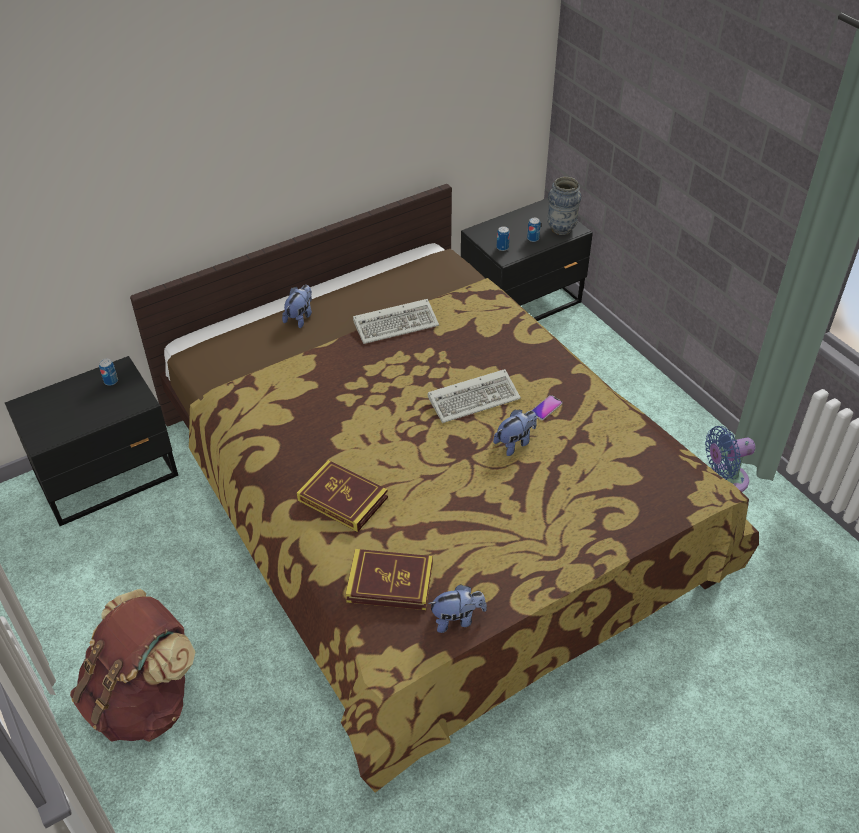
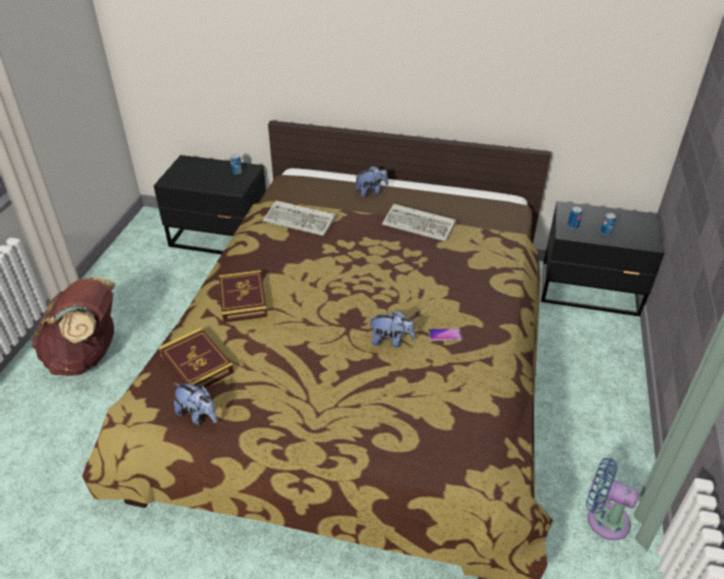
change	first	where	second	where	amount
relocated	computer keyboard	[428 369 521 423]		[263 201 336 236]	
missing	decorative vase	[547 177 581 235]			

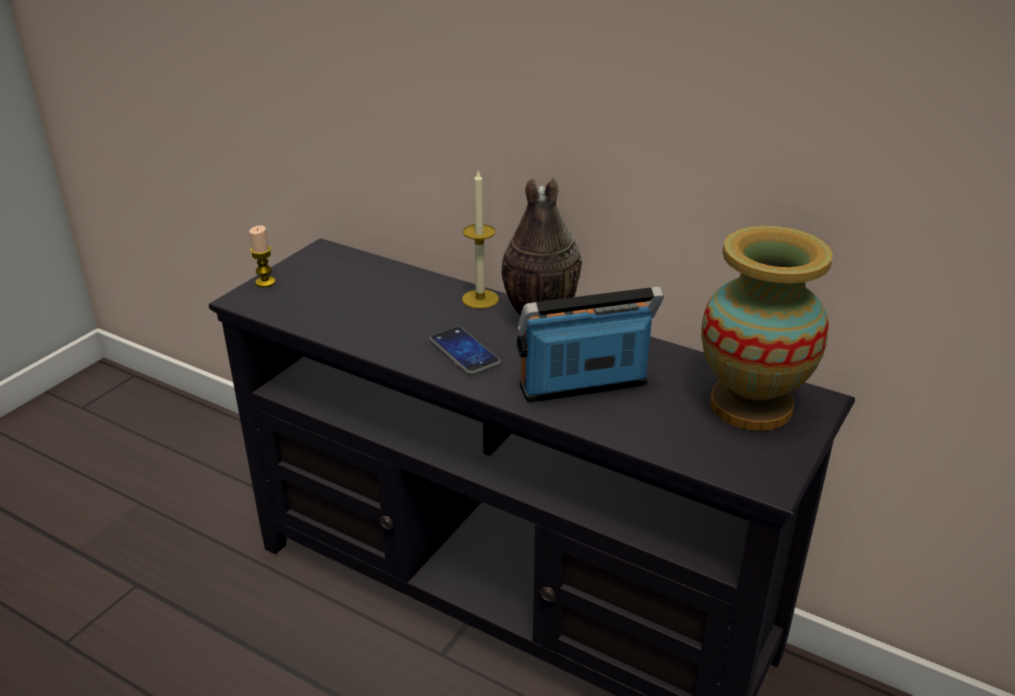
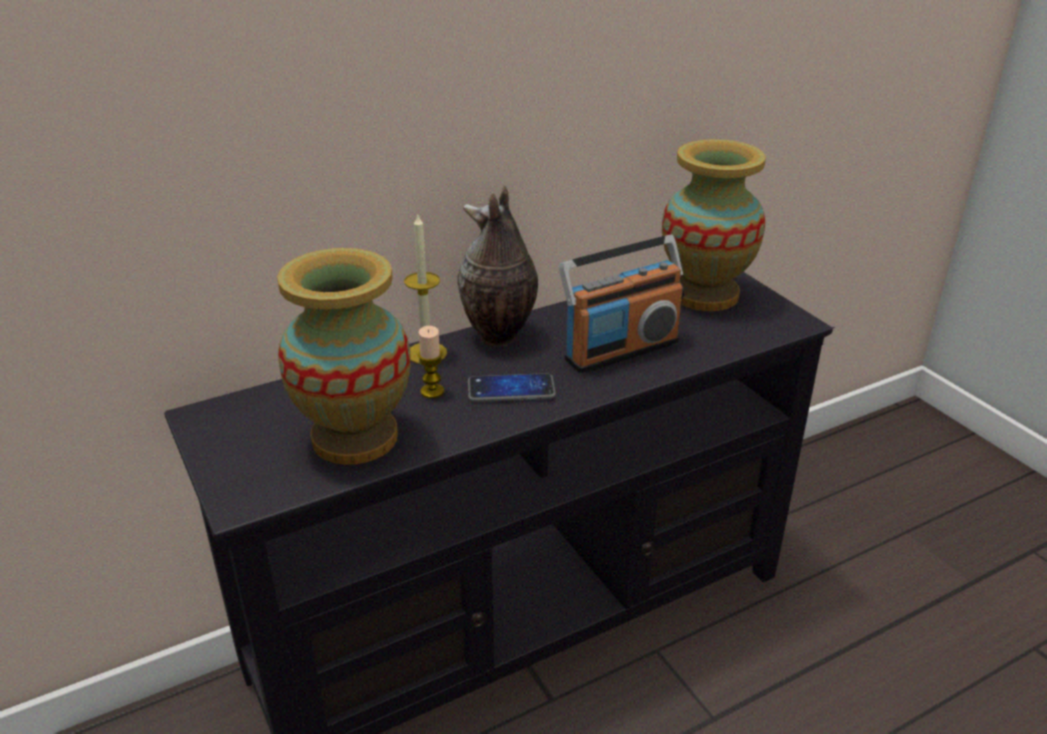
change	first	where	second	where	amount
appeared			decorative vase	[277 248 411 464]	
relocated	wax light	[249 225 276 287]		[418 326 444 398]	
spun	radio set	[517 287 664 403]		[559 234 684 373]	135 degrees counterclockwise

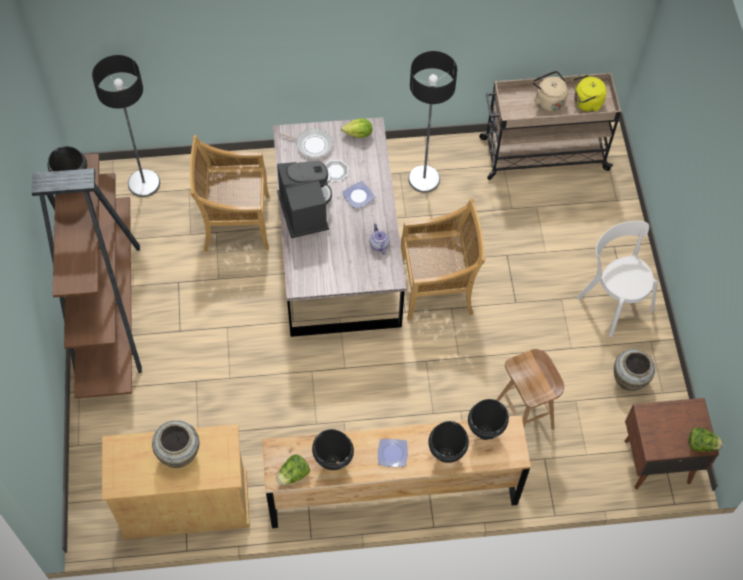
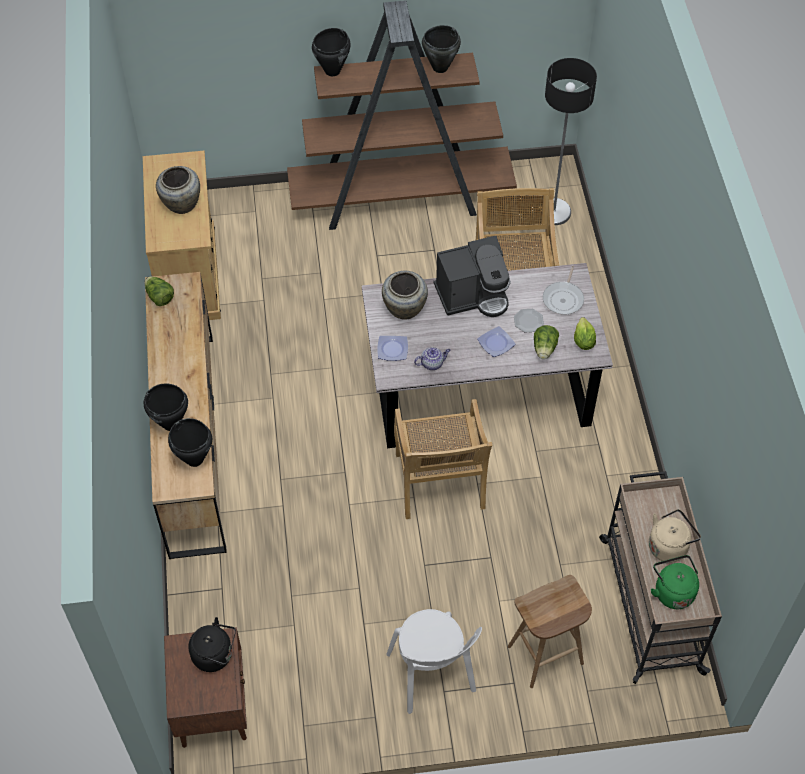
change	first	where	second	where	amount
appeared			blackish water kettle	[188 617 236 672]	
relocated	blackish cooking pot	[312 429 354 470]		[312 28 350 76]	
relocated	plate	[378 439 408 467]		[377 336 408 361]	
relocated	beige-coloured decorative vase	[614 349 655 391]		[382 271 428 320]	
spun	white plain chair	[577 221 658 337]		[387 609 482 714]	105 degrees clockwise
relocated	brown-coloured sitting stool	[496 349 564 430]		[508 575 592 688]	
relocated	lettuce head	[689 427 723 452]		[534 325 559 360]	
colour	yellowish water kettle	[572 75 607 112]	green water kettle	[651 555 699 609]	
missing	standard lamp	[408 51 457 193]			

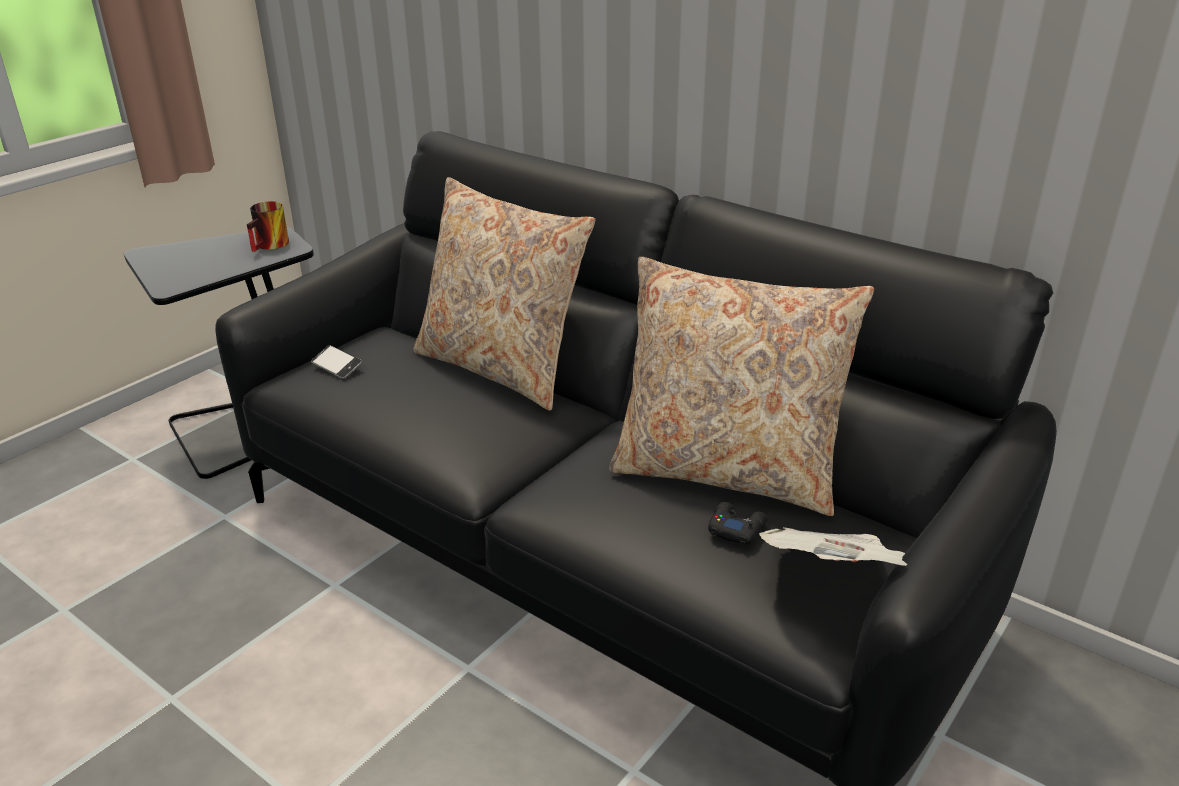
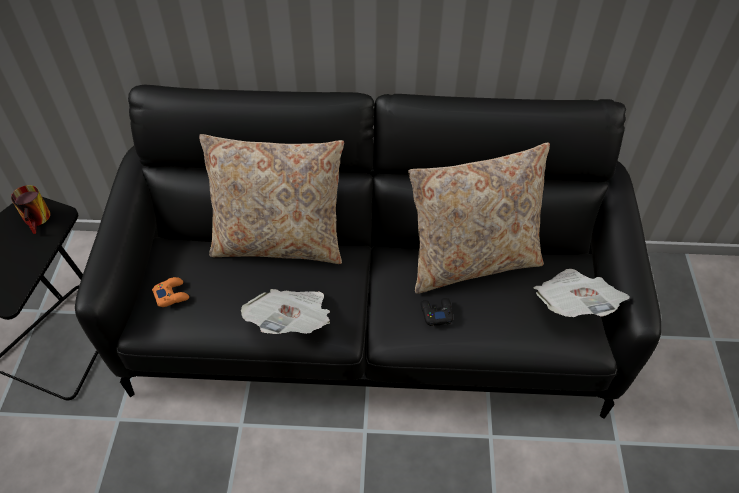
change	first	where	second	where	amount
exchanged	phone	[311 345 362 379]	orangey gamepad	[152 277 189 307]	
appeared			daily paper	[241 289 330 334]	
relocated	blackish gamepad	[708 502 768 545]		[421 298 453 326]	

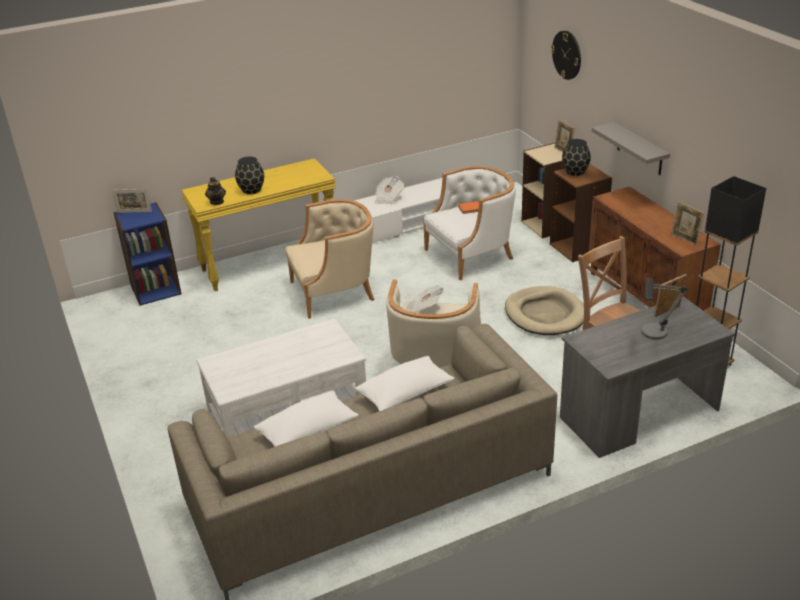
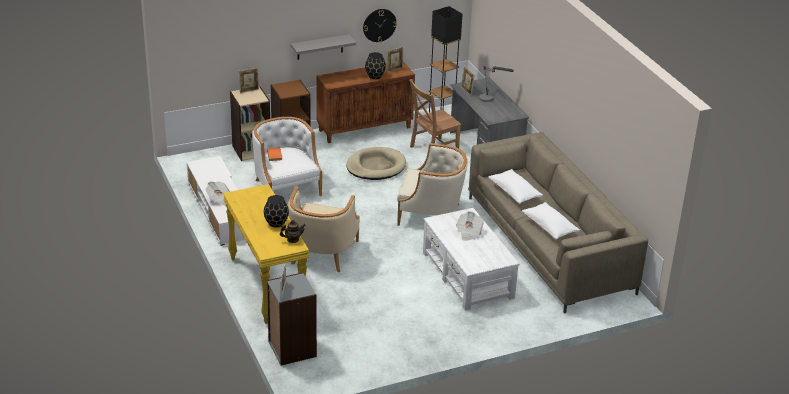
change	first	where	second	where	amount
colour	blue-coloured shelving unit	[113 202 181 306]	greyish shelving unit	[267 272 317 366]	
spun	beige-coloured easy chair	[285 199 375 319]		[288 186 359 272]	150 degrees counterclockwise
relocated	hanging clock	[551 31 581 80]		[363 9 397 42]	
relocated	blackish decorative vase	[562 139 591 176]		[365 52 386 79]	
relocated	daily paper	[406 285 444 313]		[456 211 484 241]	

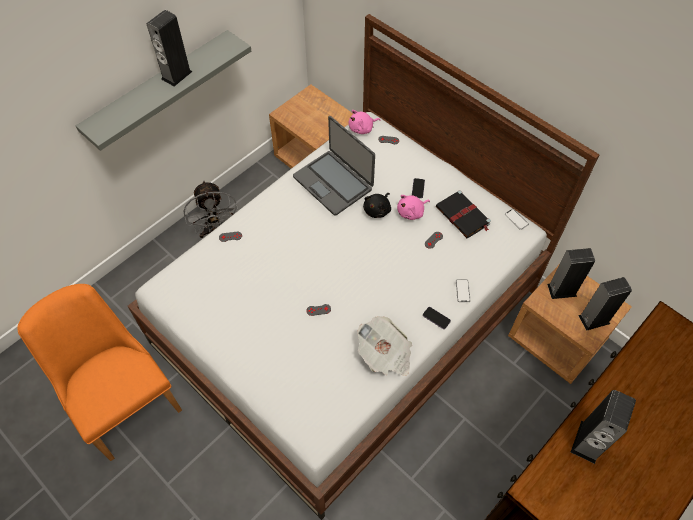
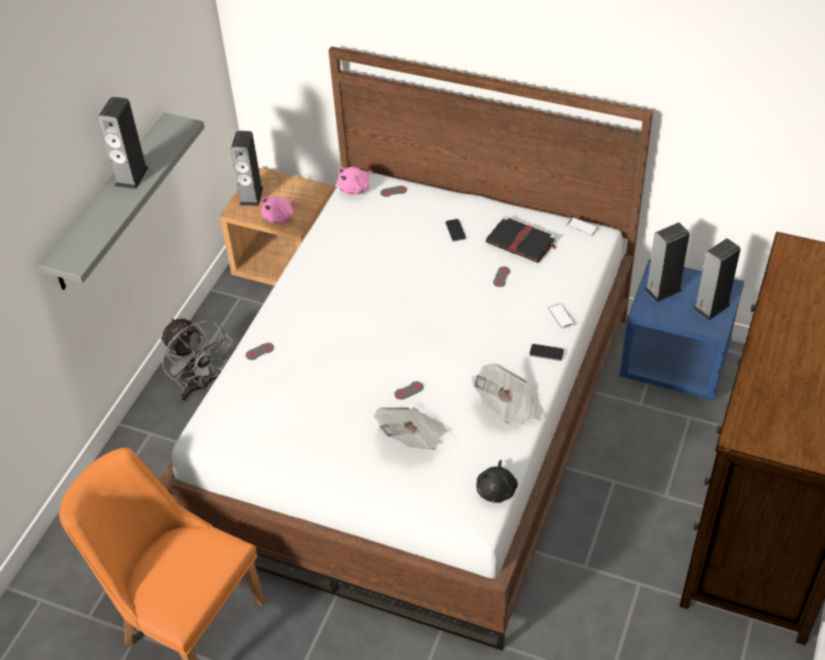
change	first	where	second	where	amount
relocated	loudspeaker	[571 390 636 464]		[231 131 263 206]	
relocated	pink-coloured plush toy	[397 195 430 220]		[262 196 296 223]	
appeared			daily paper	[374 407 450 450]	
relocated	blackish plush toy	[363 193 391 218]		[476 460 518 503]	
colour	brown-coloured bedside table	[508 265 632 384]	blue-coloured bedside table	[619 259 744 401]	
missing	notebook computer	[293 116 375 216]			

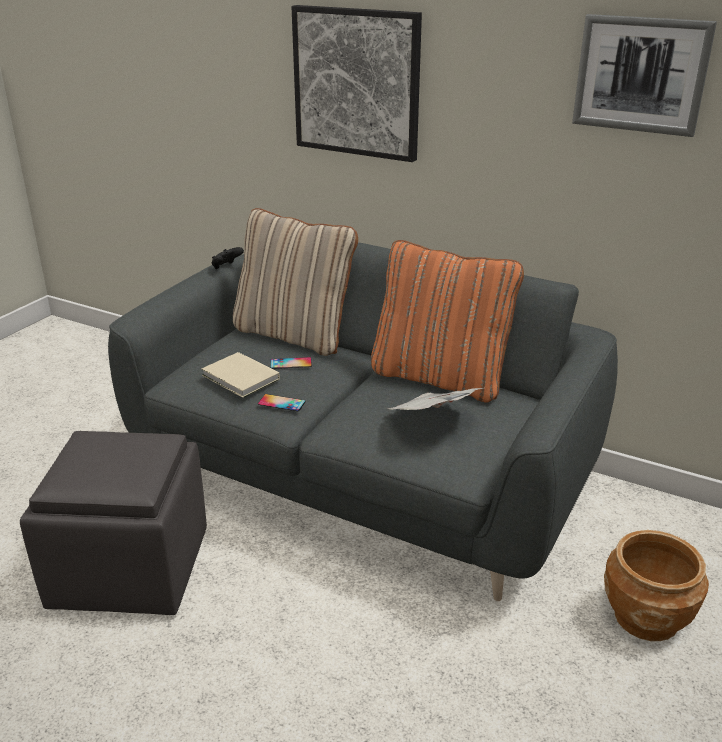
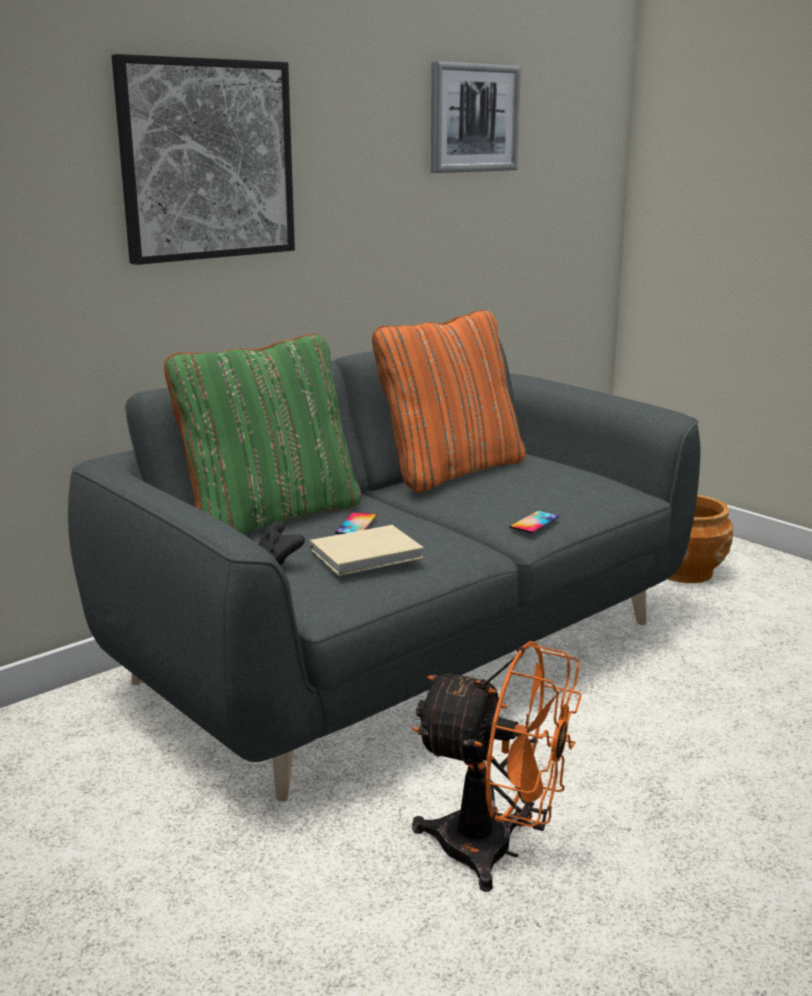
change	first	where	second	where	amount
colour	beige-coloured cushion	[233 208 358 356]	green cushion	[164 333 362 534]	
relocated	blackish gamepad	[211 247 244 269]		[258 520 305 565]	
exchanged	greyish ottoman	[20 431 207 615]	orangey cooling fan	[412 641 582 892]	
relocated	phone	[258 394 305 411]		[509 511 559 533]	
missing	daily paper	[389 388 483 410]			

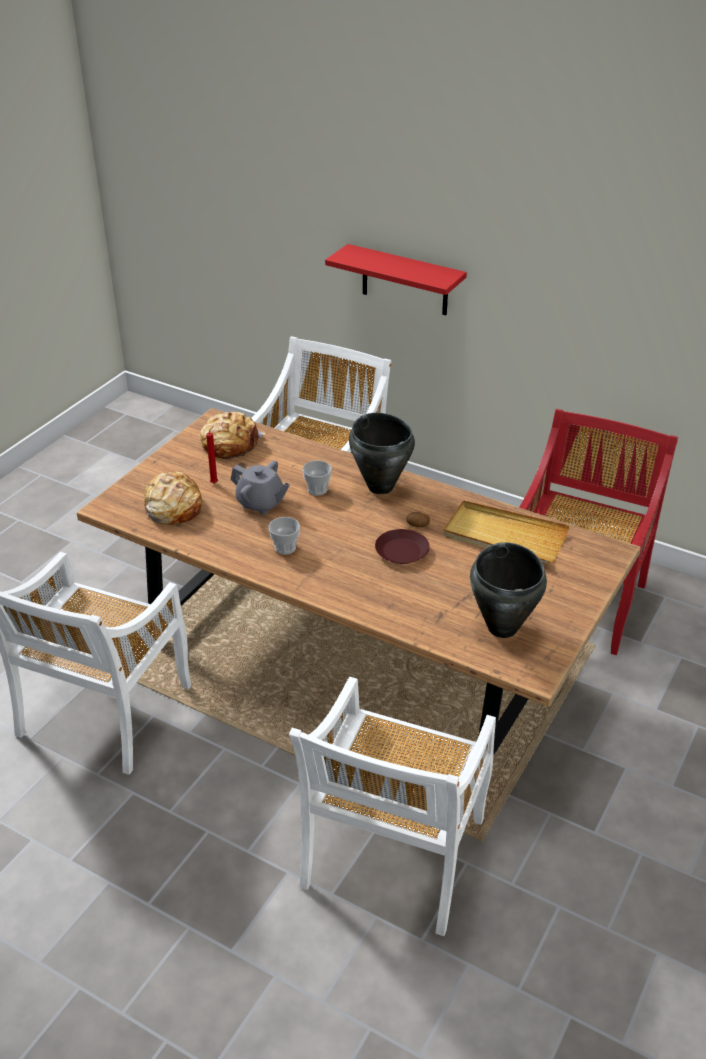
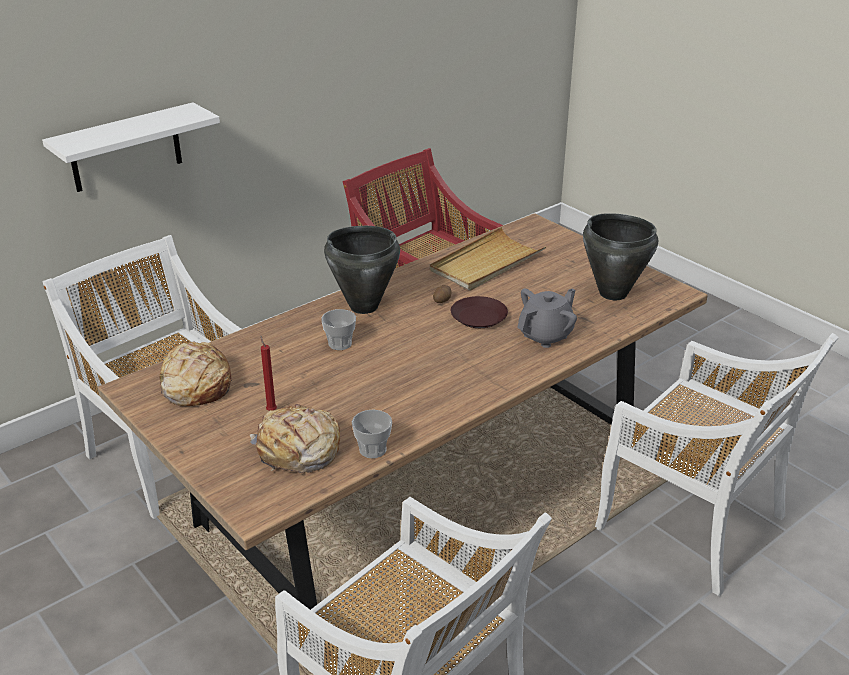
change	first	where	second	where	amount
colour	reddish wall shelf	[325 244 467 315]	white wall shelf	[42 102 220 192]	
relocated	drinking cup	[268 517 300 555]		[352 410 392 458]	
relocated	greyish teapot	[231 460 290 515]		[517 289 577 348]	

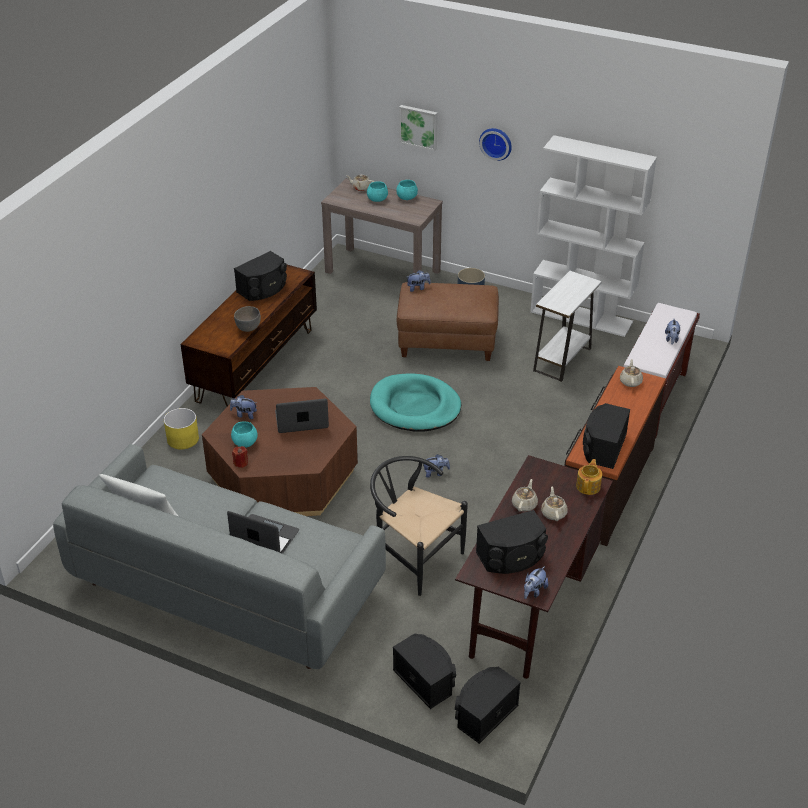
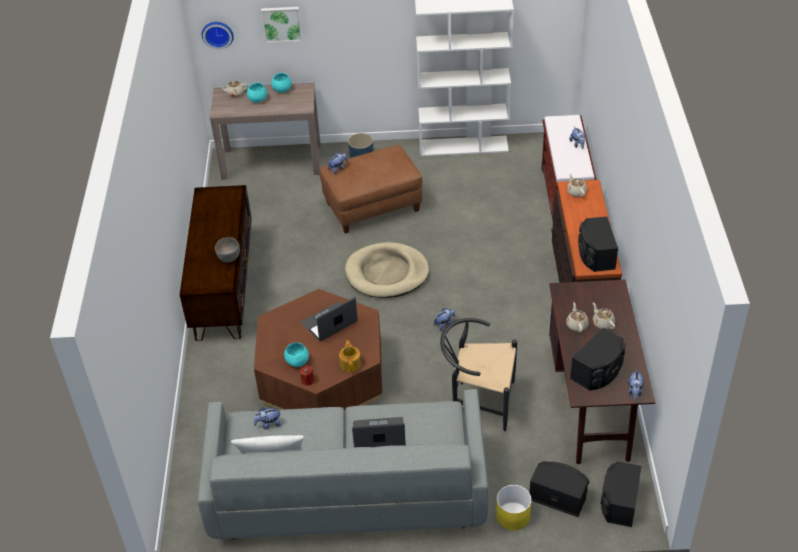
change	first	where	second	where	amount
relocated	hanging clock	[479 128 512 161]		[202 22 234 49]	
relocated	plush toy	[230 395 257 419]		[254 407 281 429]	
relocated	teapot	[576 459 602 495]		[339 340 361 372]	
colour	turquoise dog cushion	[370 373 461 431]	beige-coloured dog cushion	[345 242 429 298]	
relocated	yellowish plant pot	[164 408 199 449]		[496 485 531 530]	
missing	blackish loudspeaker	[234 251 287 301]			
missing	white side table	[533 271 602 382]			

